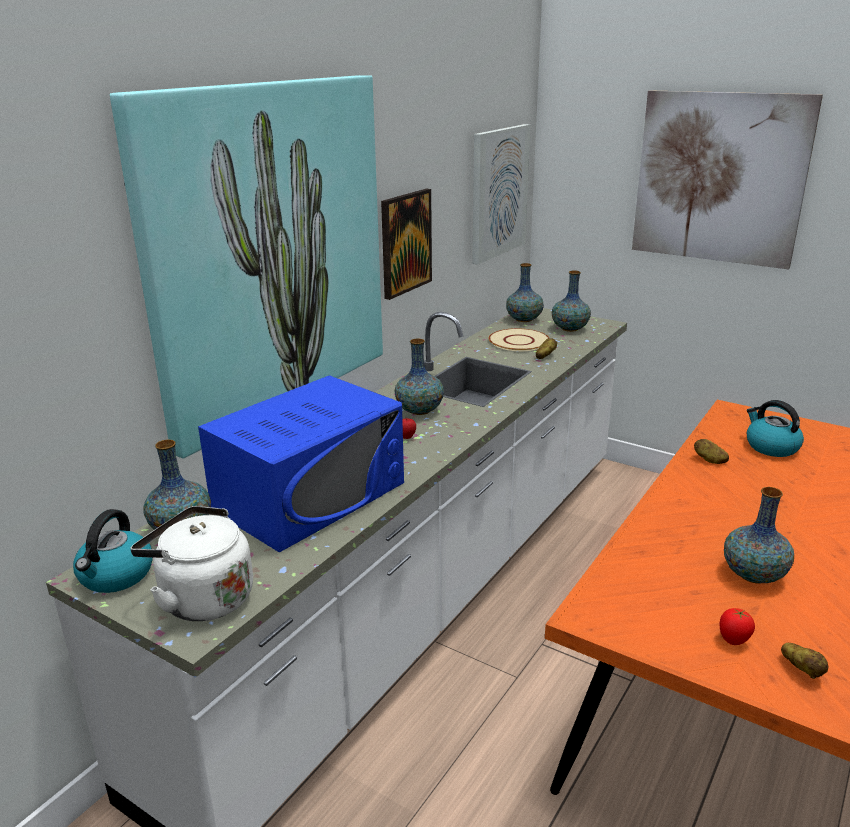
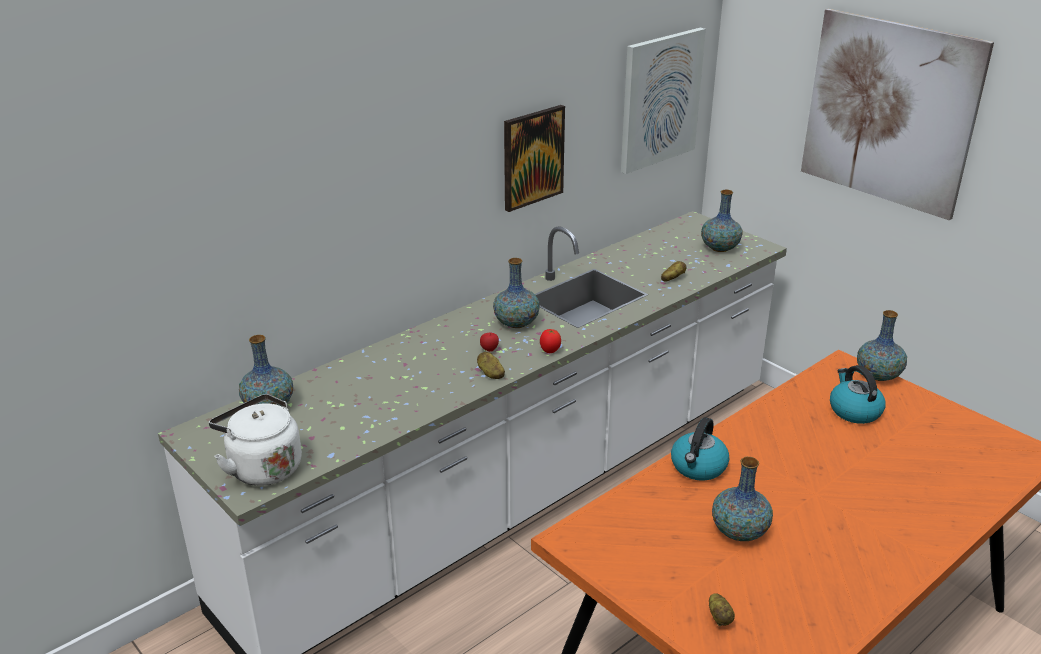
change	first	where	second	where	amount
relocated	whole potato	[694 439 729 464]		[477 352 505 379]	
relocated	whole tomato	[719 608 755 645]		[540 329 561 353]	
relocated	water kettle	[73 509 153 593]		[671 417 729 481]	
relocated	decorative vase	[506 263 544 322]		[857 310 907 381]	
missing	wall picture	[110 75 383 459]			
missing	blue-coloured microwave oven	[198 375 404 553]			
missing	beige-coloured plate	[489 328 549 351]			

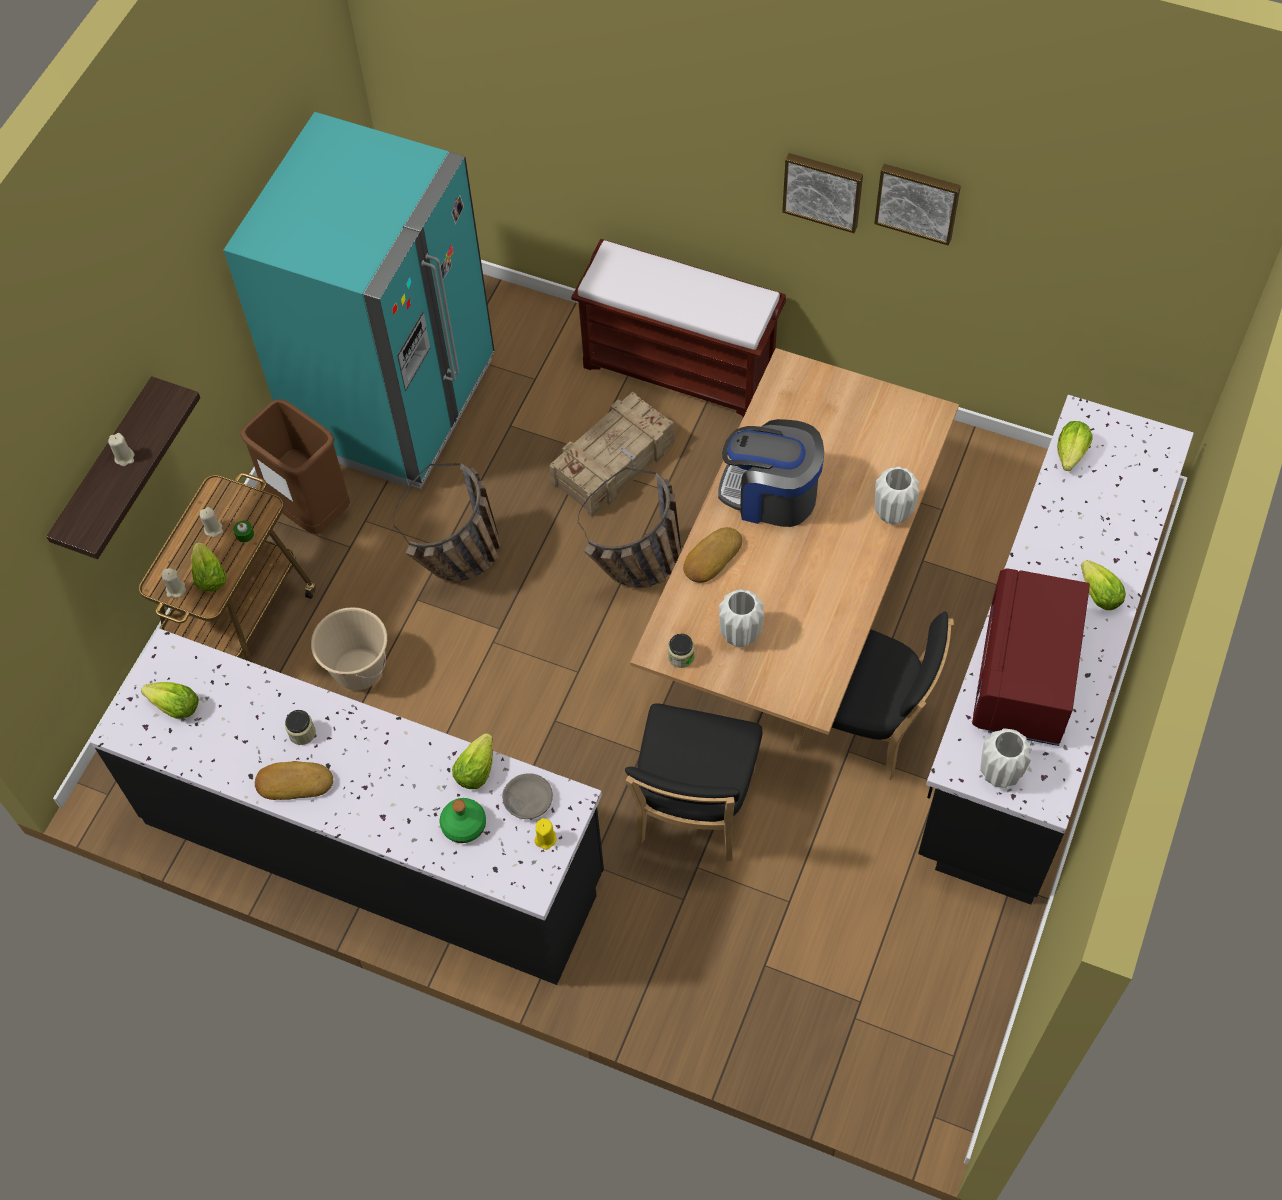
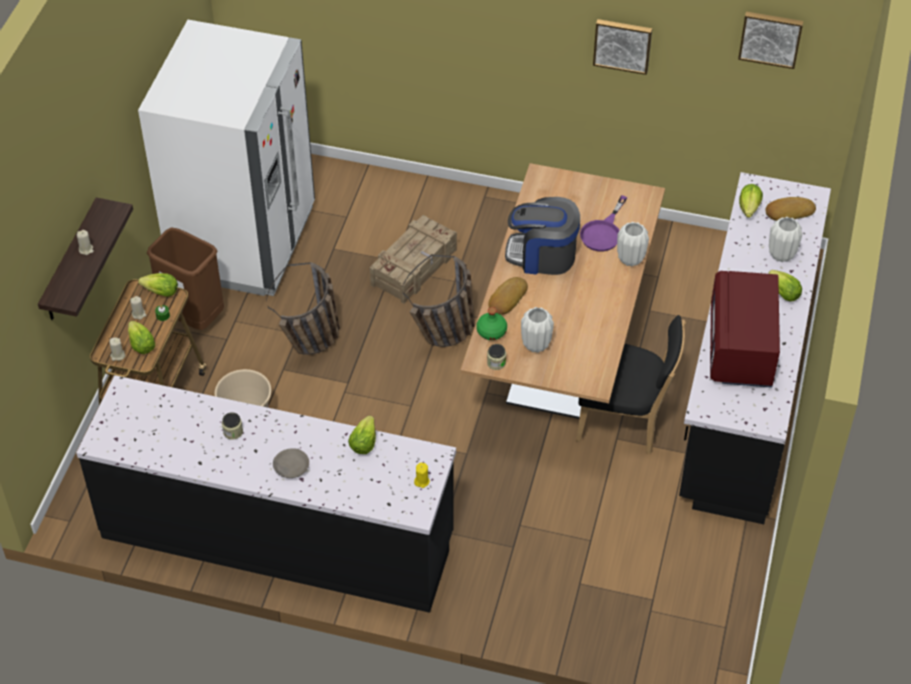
change	first	where	second	where	amount
colour	turquoise fridge	[224 112 494 489]	white fridge	[138 20 315 296]	
relocated	lettuce head	[141 682 199 719]		[138 273 178 297]	
relocated	greyish serving bowl	[502 773 553 819]		[273 448 309 478]	
relocated	green beverage bottle	[440 798 486 843]		[476 307 507 340]	
appeared			purple-coloured pan	[580 195 627 251]	
relocated	wall picture	[782 153 863 233]		[738 12 803 69]	
relocated	bakery bread	[255 761 333 800]		[766 197 816 221]	
relocated	white decorative vase	[980 728 1032 788]		[769 217 802 262]	
missing	brown-coloured long seat	[571 239 786 417]			
missing	blackish plain chair	[625 704 762 862]			

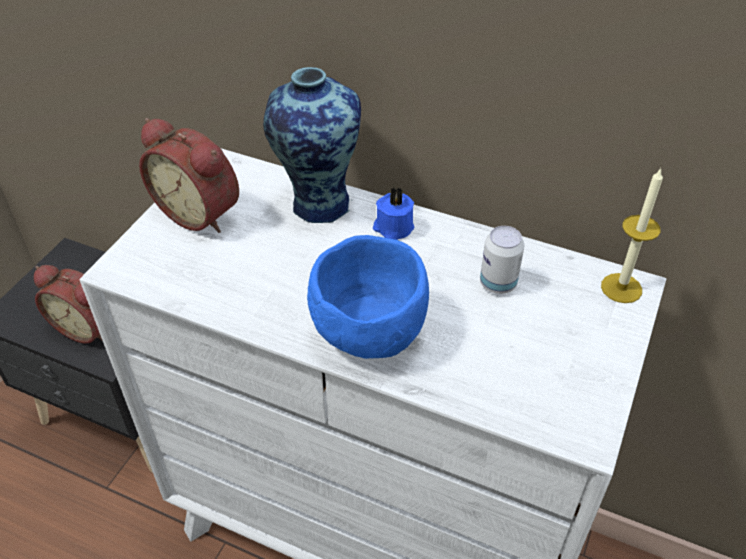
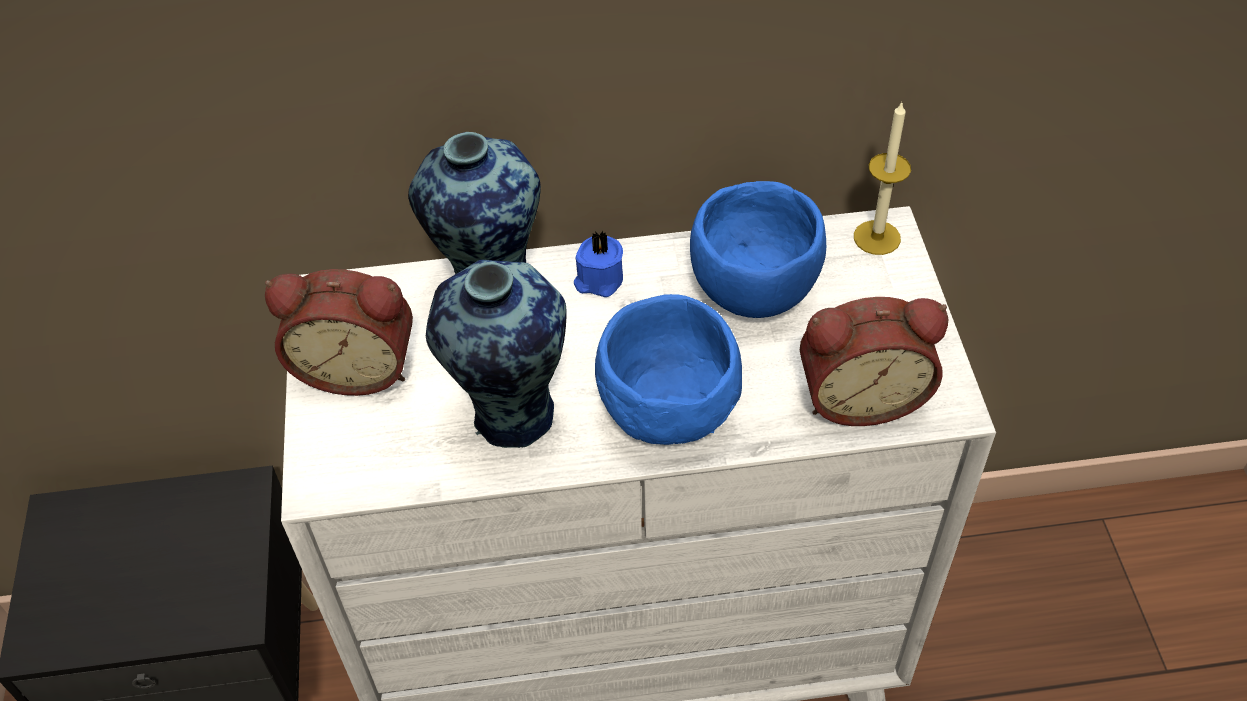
change	first	where	second	where	amount
appeared			decorative vase	[426 260 567 448]	
exchanged	metal can	[480 226 524 294]	blue-coloured serving bowl	[690 181 826 318]	
relocated	bedside clock	[34 265 102 344]		[800 297 948 426]	

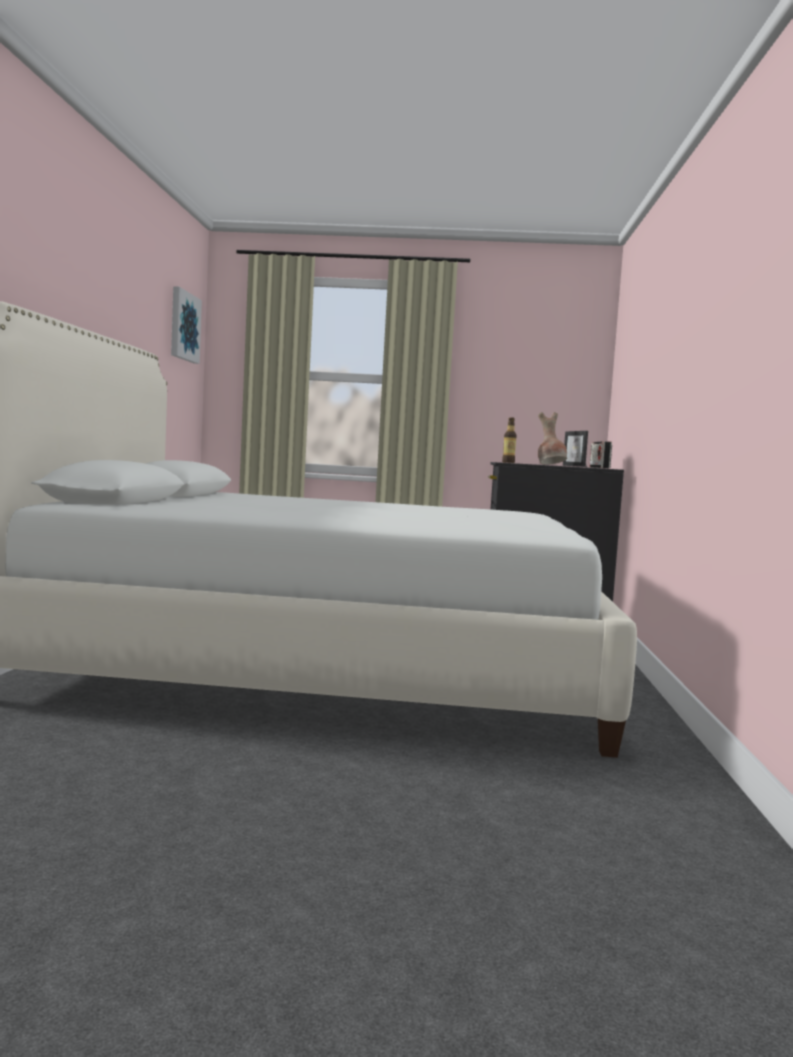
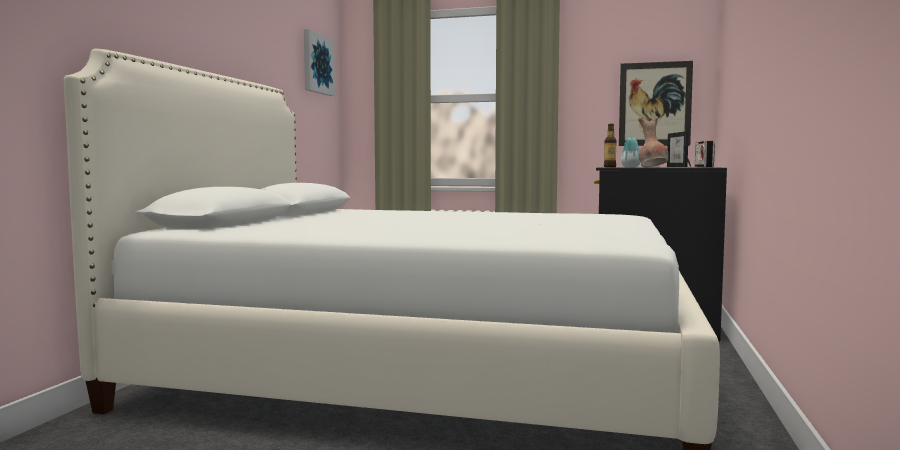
change	first	where	second	where	amount
appeared			wall picture	[619 61 693 146]	
appeared			decorative vase	[621 138 640 167]	

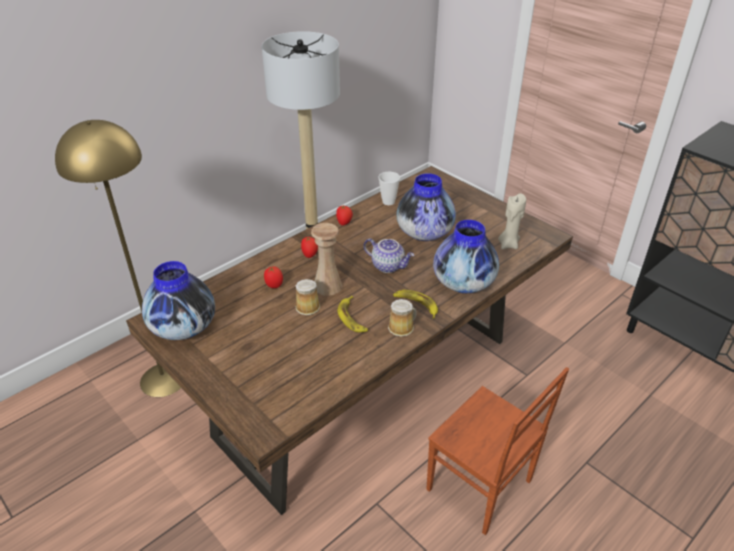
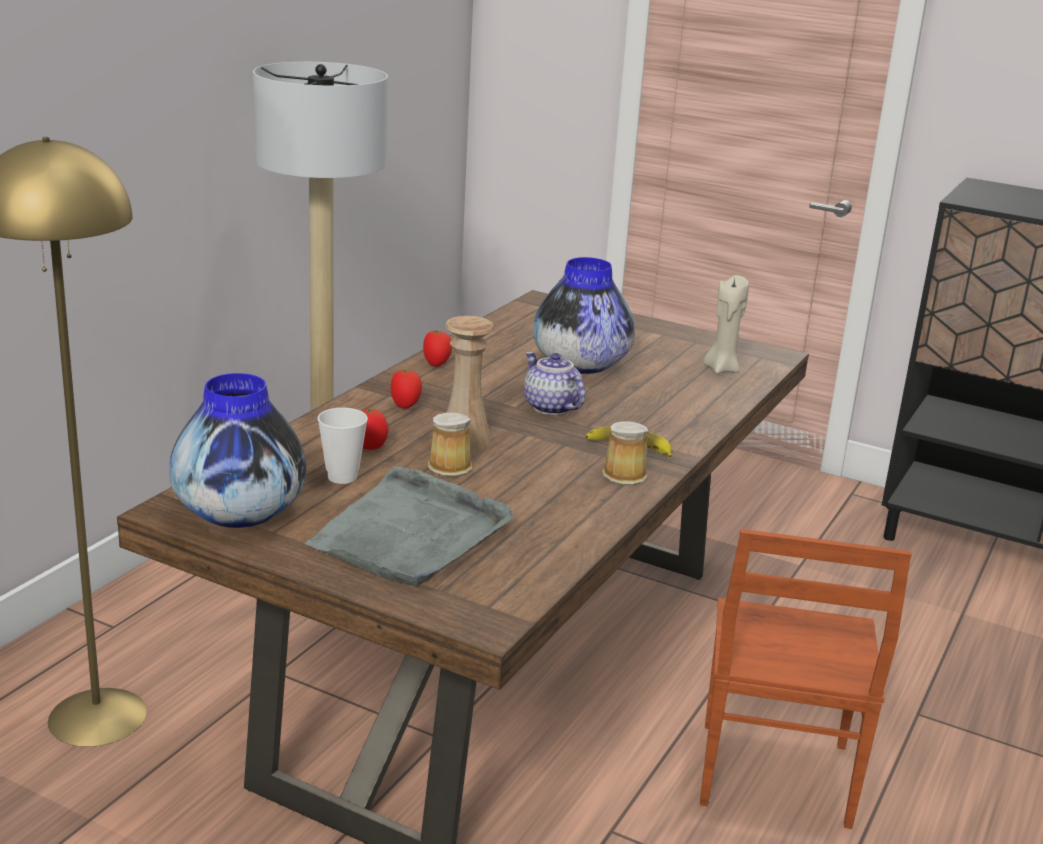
change	first	where	second	where	amount
appeared			greyish serving tray	[305 466 514 586]	
relocated	drinking cup	[378 172 400 205]		[318 408 368 484]	
spun	teapot	[364 238 414 273]		[524 352 585 415]	135 degrees counterclockwise
spun	brown-coloured plain chair	[426 367 569 535]		[700 529 912 829]	75 degrees clockwise
missing	whole banana	[338 296 368 333]			
missing	decorative vase	[433 220 499 293]			

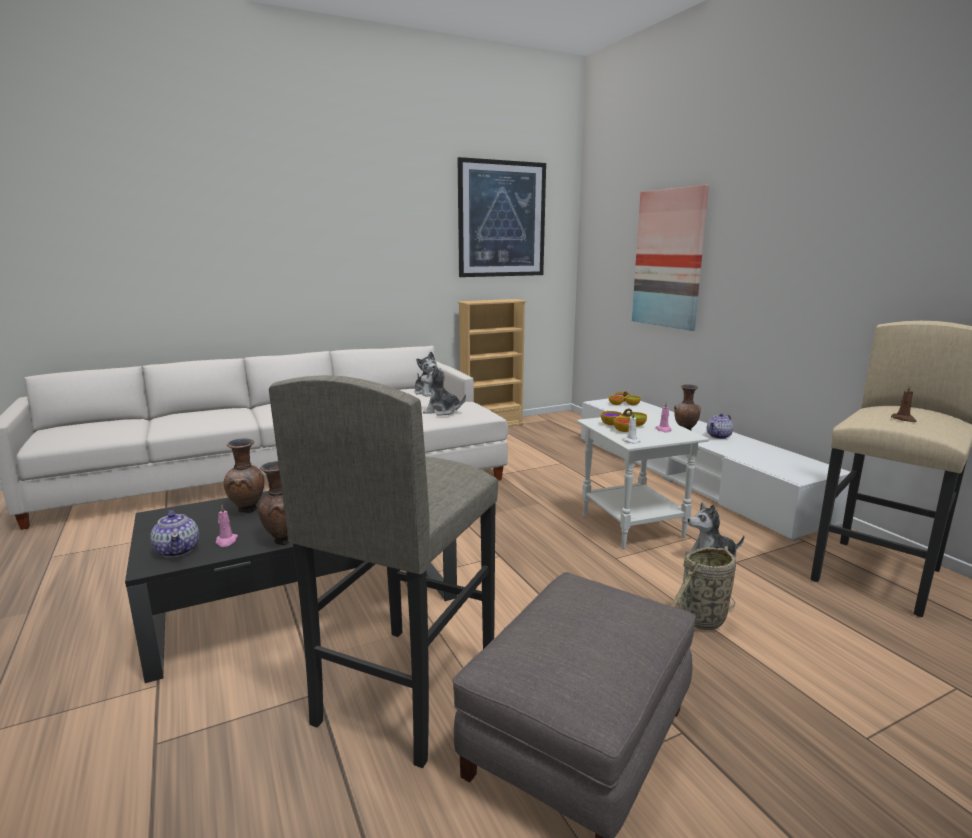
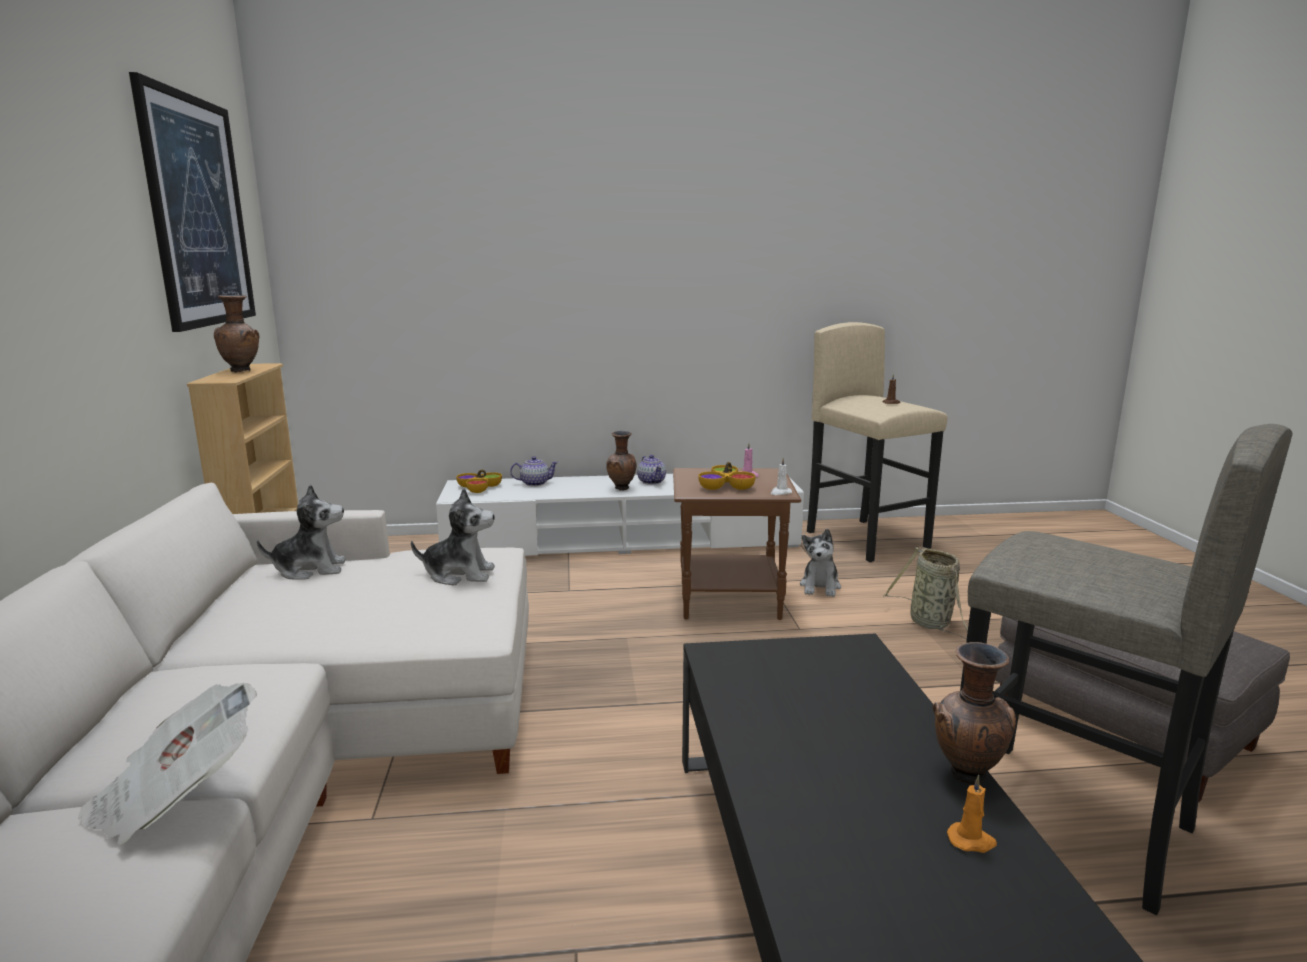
change	first	where	second	where	amount
appeared			daily paper	[78 683 257 844]	
relocated	brown-coloured decorative vase	[224 438 265 513]		[214 295 259 372]	
spun	plush toy	[421 365 466 416]		[411 488 495 585]	120 degrees counterclockwise
relocated	teapot	[150 510 199 558]		[510 456 559 486]	
colour	white side table	[577 412 710 549]	brown-coloured side table	[673 468 801 620]	
colour	pink-coloured wax light	[216 505 238 547]	orangey wax light	[947 775 997 853]	
missing	wall picture	[632 185 709 331]			

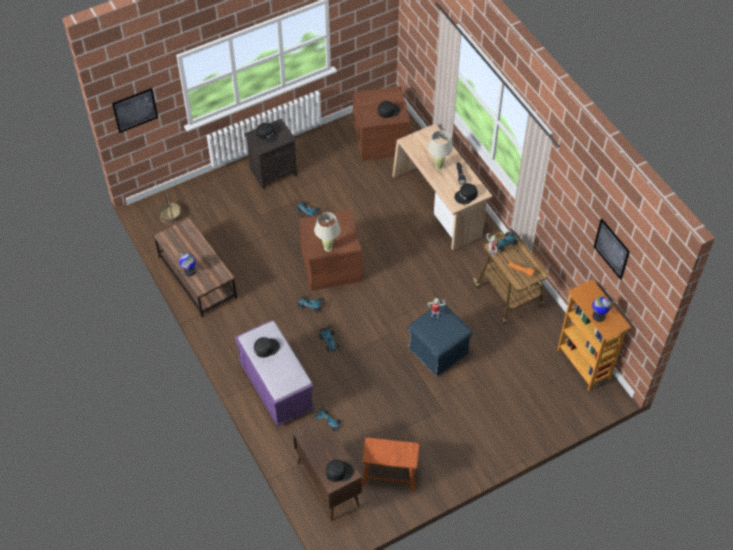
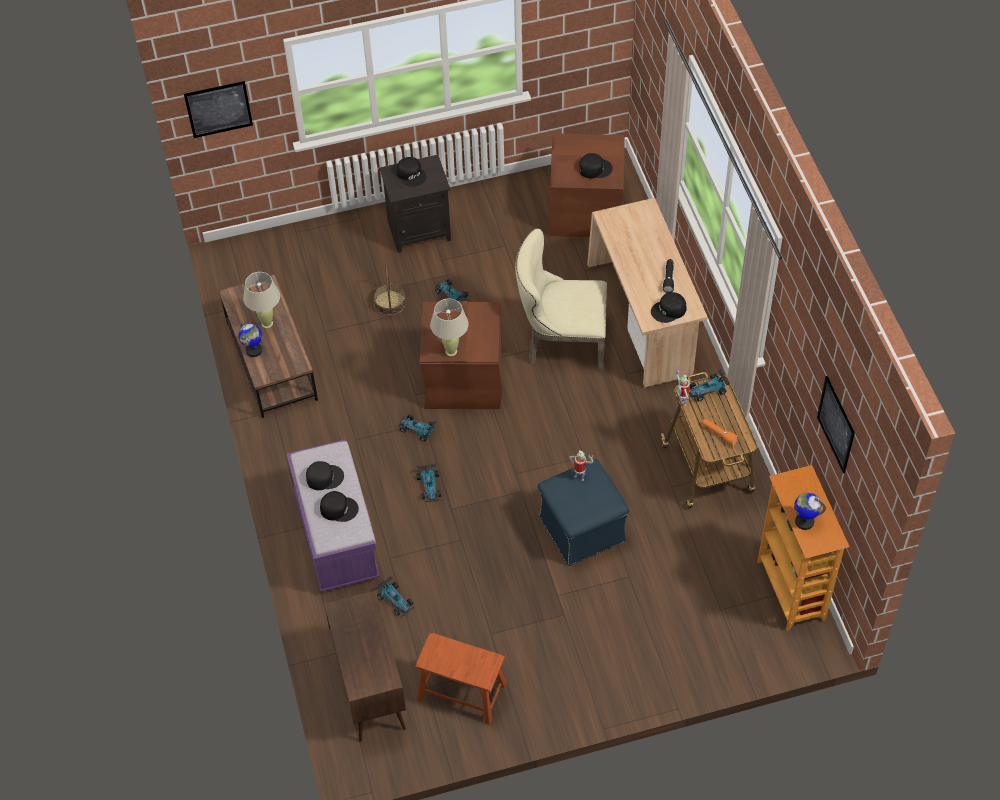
change	first	where	second	where	amount
relocated	beige-coloured lamp for a table	[428 130 453 170]		[243 272 280 328]	
relocated	blackish cap	[326 460 354 482]		[320 491 359 522]	
relocated	household basket	[159 190 182 224]		[373 265 406 316]	
appeared			beige-coloured plain chair	[515 229 607 372]	

